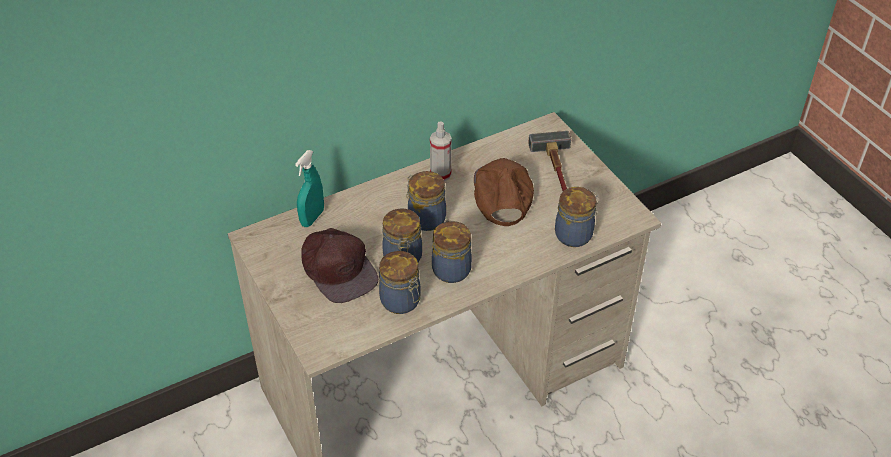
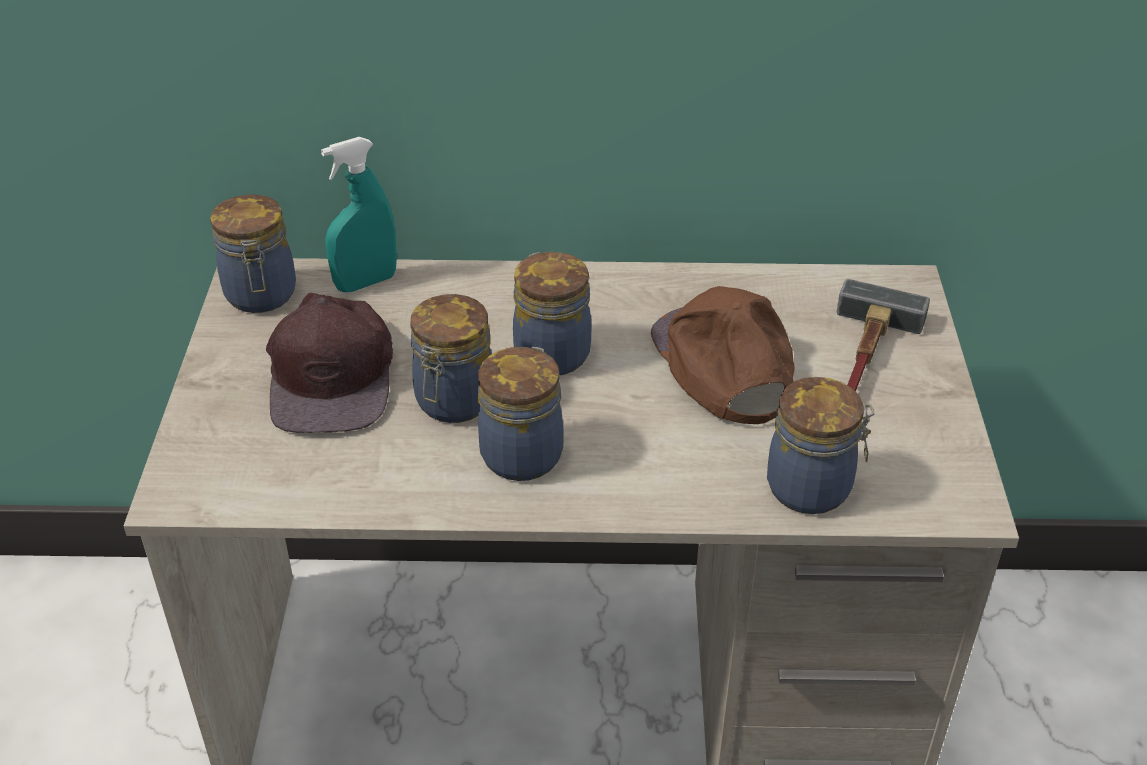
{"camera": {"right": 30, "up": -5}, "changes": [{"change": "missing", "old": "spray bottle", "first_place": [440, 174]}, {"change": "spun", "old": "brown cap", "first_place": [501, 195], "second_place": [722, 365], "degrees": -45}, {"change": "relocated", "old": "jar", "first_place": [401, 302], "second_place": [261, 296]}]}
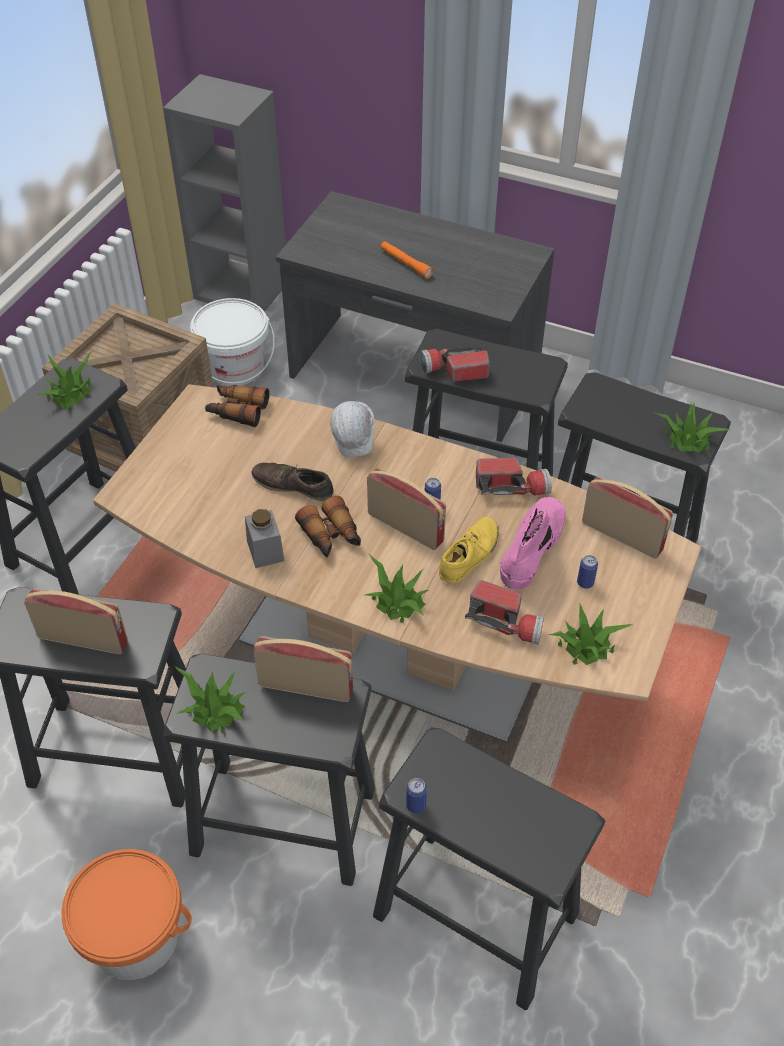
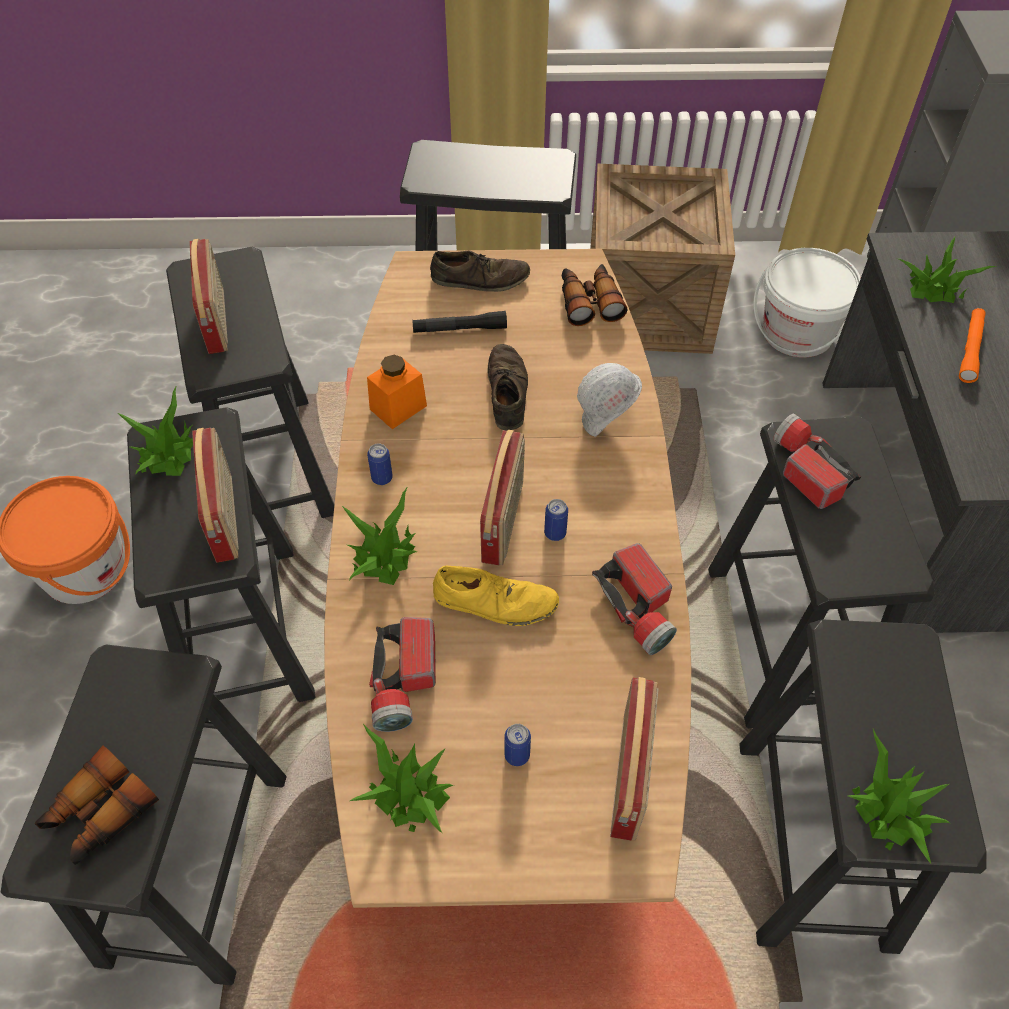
{"camera": {"right": 65, "up": 5}, "changes": [{"change": "relocated", "old": "potted plant", "first_place": [70, 392], "second_place": [935, 287]}, {"change": "relocated", "old": "binoculars", "first_place": [331, 536], "second_place": [99, 814]}, {"change": "missing", "old": "pink boot", "first_place": [533, 546]}, {"change": "colour", "old": "grey jar", "new": "orange jar", "first_place": [265, 550], "second_place": [398, 407]}, {"change": "relocated", "old": "can", "first_place": [416, 805], "second_place": [382, 478]}, {"change": "appeared", "new": "brown shoe", "second_place": [480, 279]}, {"change": "appeared", "new": "black flashlight", "second_place": [459, 329]}]}
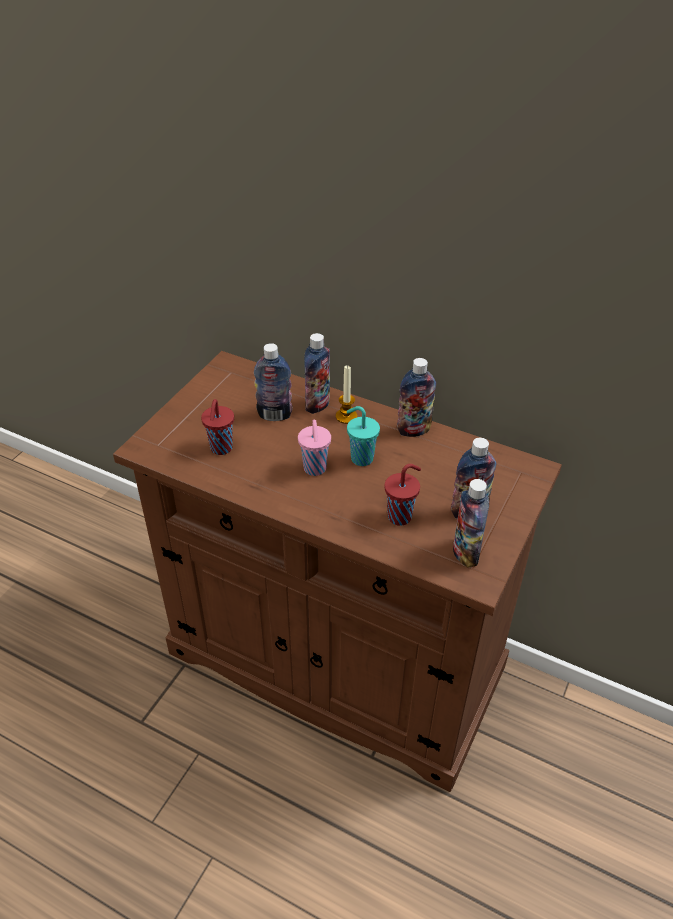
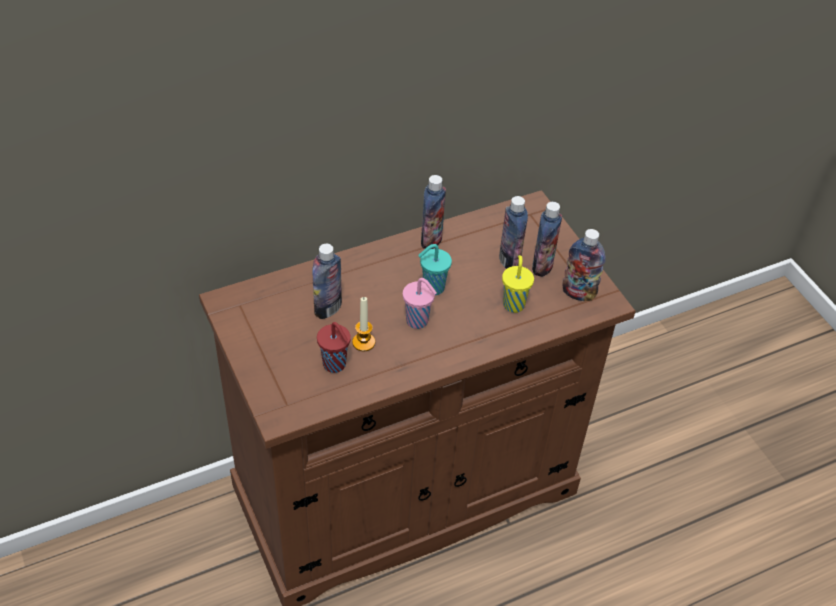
{"camera": {"right": -55, "up": 5}, "changes": [{"change": "relocated", "old": "bottle", "first_place": [317, 404], "second_place": [509, 260]}, {"change": "relocated", "old": "candle", "first_place": [346, 416], "second_place": [363, 342]}, {"change": "colour", "old": "red cup", "new": "yellow cup", "first_place": [401, 516], "second_place": [513, 304]}]}
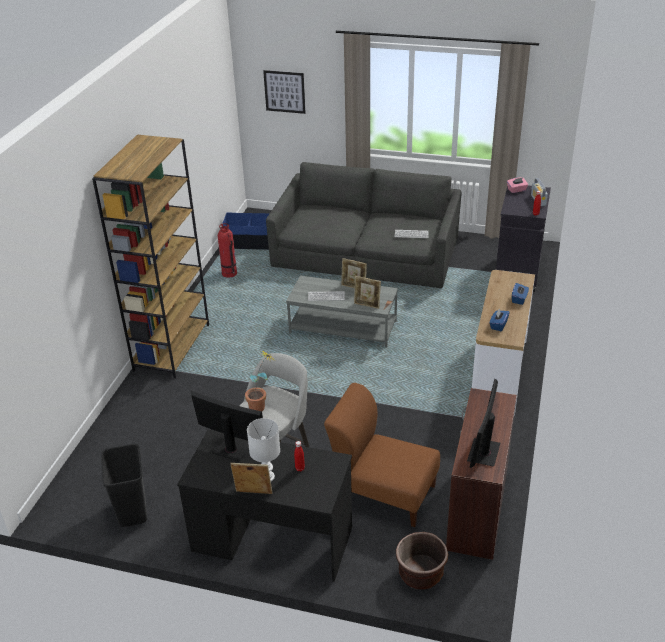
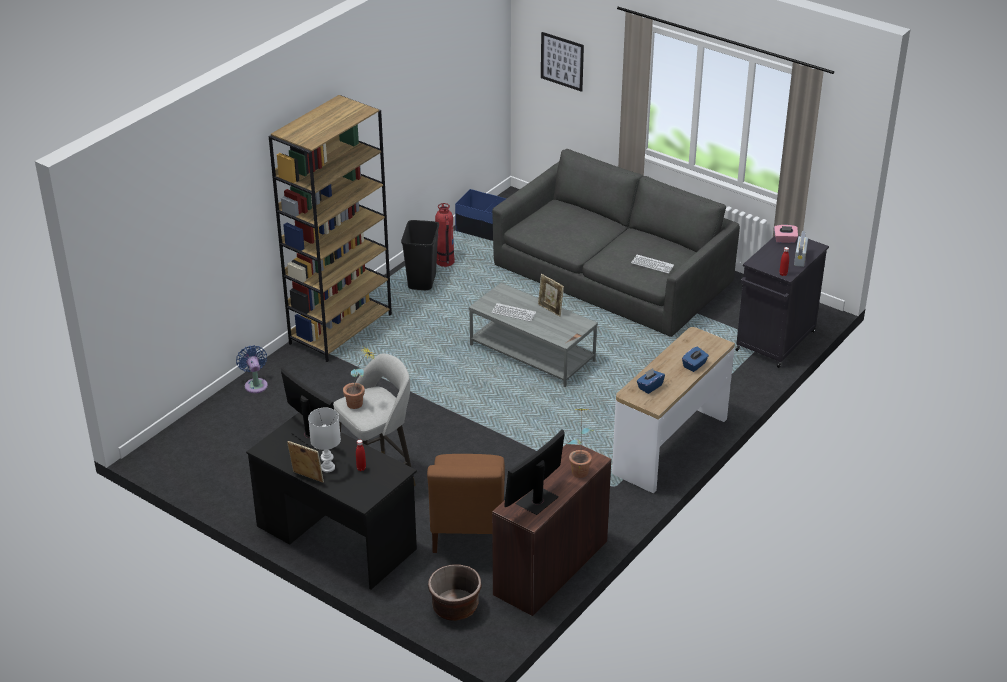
{"camera": {"right": 20, "up": 0}, "changes": [{"change": "missing", "old": "picture frame", "first_place": [367, 305]}, {"change": "spun", "old": "brown chair", "first_place": [383, 492], "second_place": [467, 527], "degrees": -135}, {"change": "relocated", "old": "black trash can", "first_place": [132, 511], "second_place": [421, 281]}, {"change": "appeared", "new": "blue fan", "second_place": [255, 384]}, {"change": "appeared", "new": "potted plant", "second_place": [580, 468]}]}
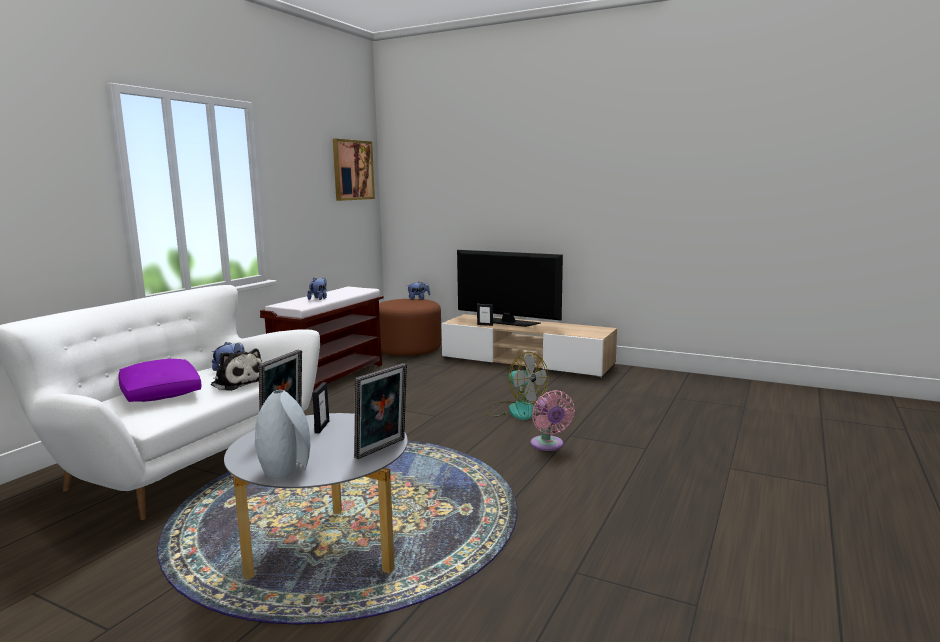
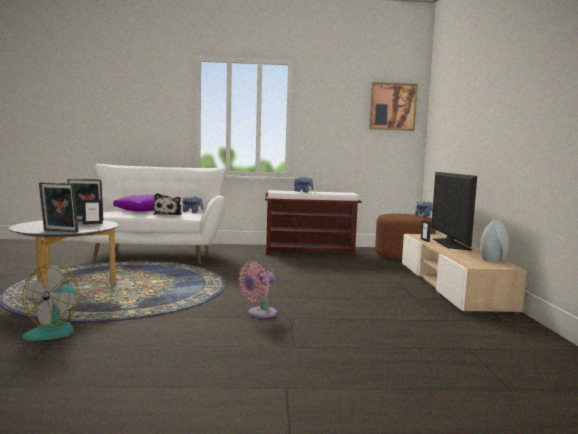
{"camera": {"right": 60, "up": -5}, "changes": [{"change": "relocated", "old": "fan", "first_place": [515, 410], "second_place": [58, 330]}, {"change": "relocated", "old": "grey vase", "first_place": [286, 470], "second_place": [493, 260]}]}
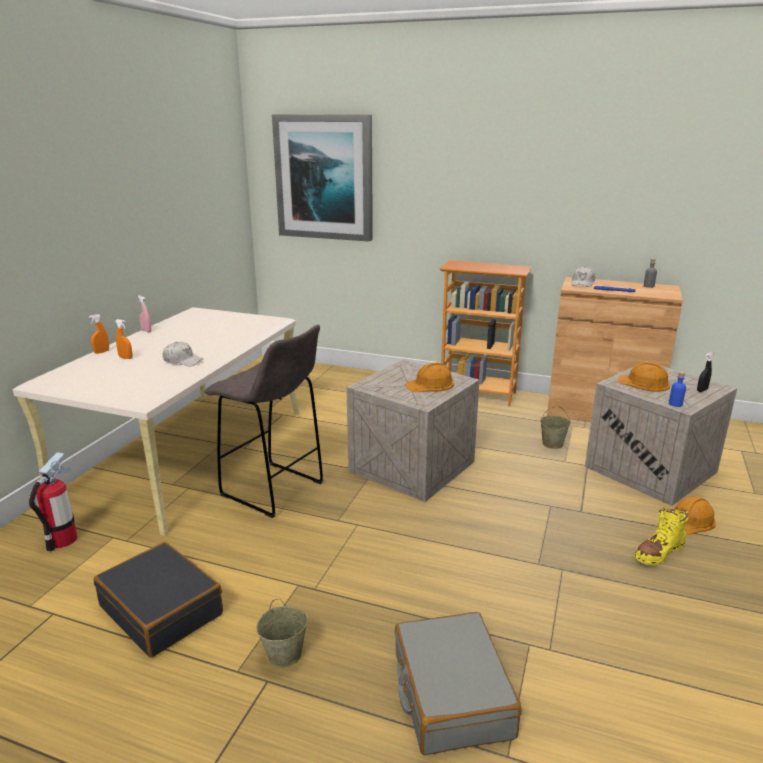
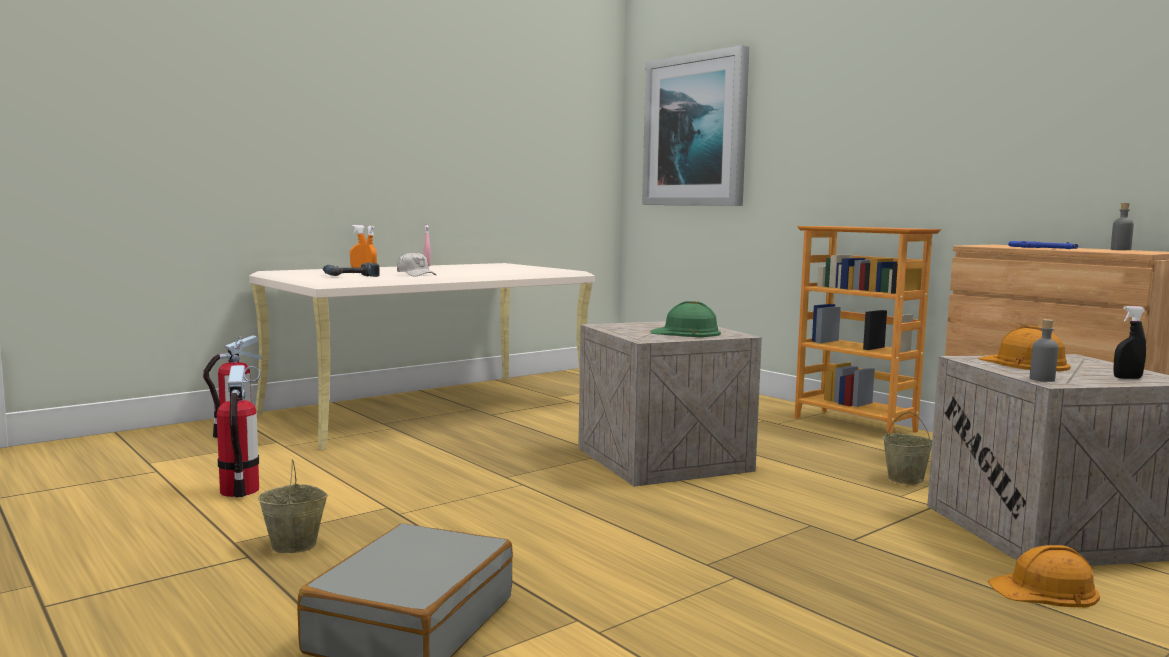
{"camera": {"right": 30, "up": -15}, "changes": [{"change": "missing", "old": "white cap", "first_place": [582, 283]}, {"change": "missing", "old": "grey stool", "first_place": [274, 490]}, {"change": "colour", "old": "orange hard hat", "new": "green hard hat", "first_place": [430, 384], "second_place": [686, 333]}, {"change": "colour", "old": "blue bottle", "new": "grey bottle", "first_place": [675, 404], "second_place": [1042, 379]}, {"change": "missing", "old": "yellow boot", "first_place": [658, 552]}, {"change": "exchanged", "old": "black suitcase", "new": "fire extinguisher", "first_place": [162, 610], "second_place": [240, 490]}, {"change": "appeared", "new": "power drill", "second_place": [350, 276]}]}
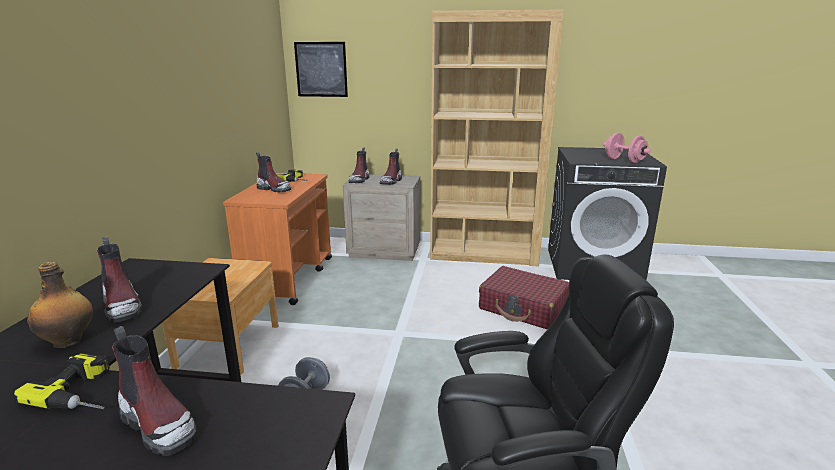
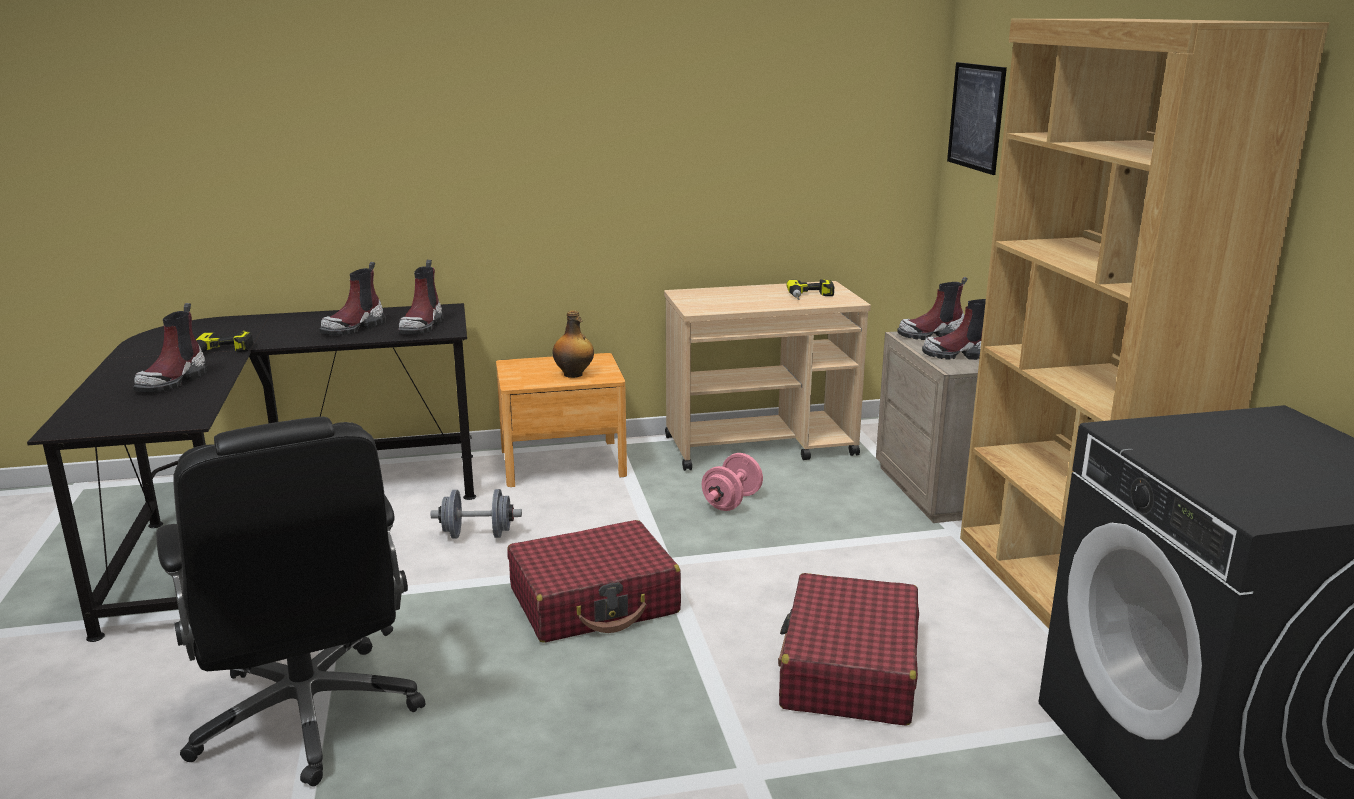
{"camera": {"right": 70, "up": 0}, "changes": [{"change": "relocated", "old": "pink dumbbell", "first_place": [624, 160], "second_place": [732, 501]}, {"change": "relocated", "old": "boot", "first_place": [274, 189], "second_place": [422, 326]}, {"change": "colour", "old": "orange cart", "new": "beige cart", "first_place": [289, 277], "second_place": [761, 446]}, {"change": "relocated", "old": "bottle", "first_place": [69, 341], "second_place": [574, 374]}, {"change": "appeared", "new": "red suitcase", "second_place": [594, 601]}]}
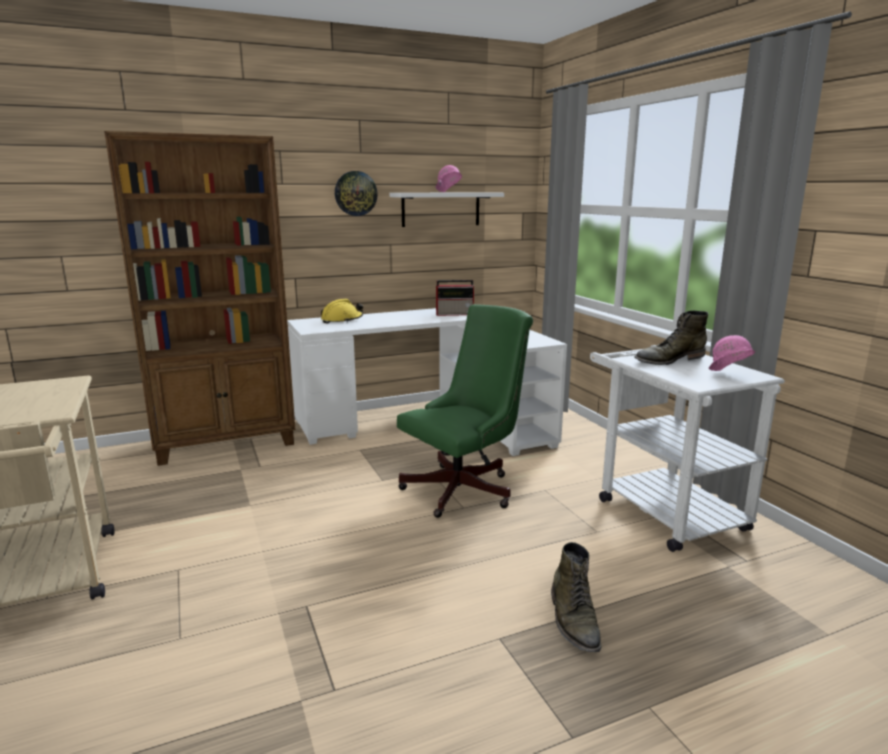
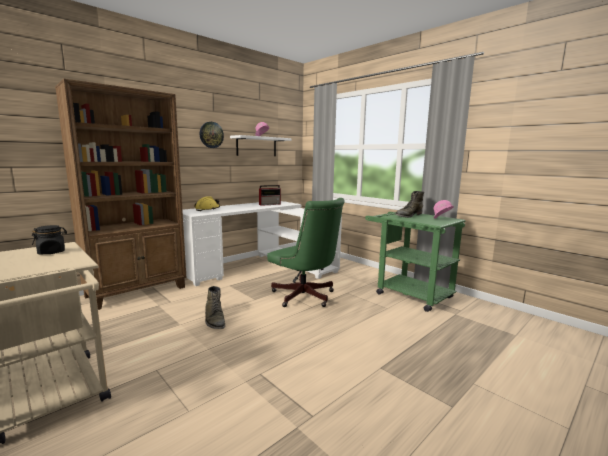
{"camera": {"right": -20, "up": -5}, "changes": [{"change": "spun", "old": "green office chair", "first_place": [465, 489], "second_place": [305, 297], "degrees": 105}, {"change": "colour", "old": "white cart", "new": "green cart", "first_place": [662, 509], "second_place": [408, 293]}, {"change": "relocated", "old": "green boot", "first_place": [574, 620], "second_place": [214, 320]}, {"change": "appeared", "new": "black jar", "second_place": [52, 252]}]}
